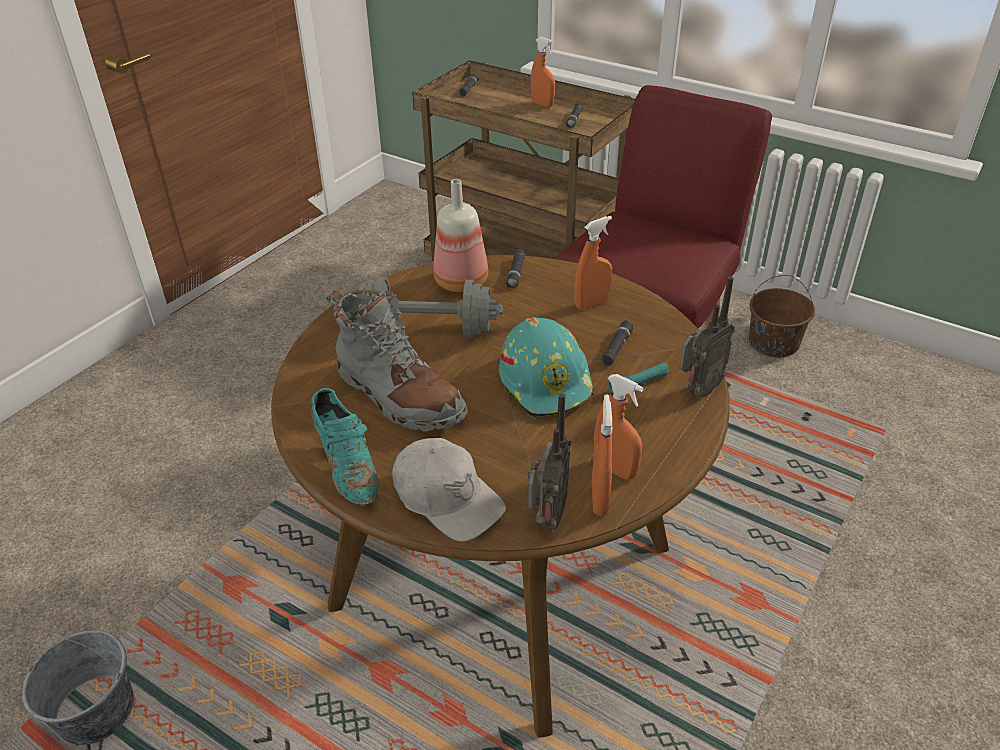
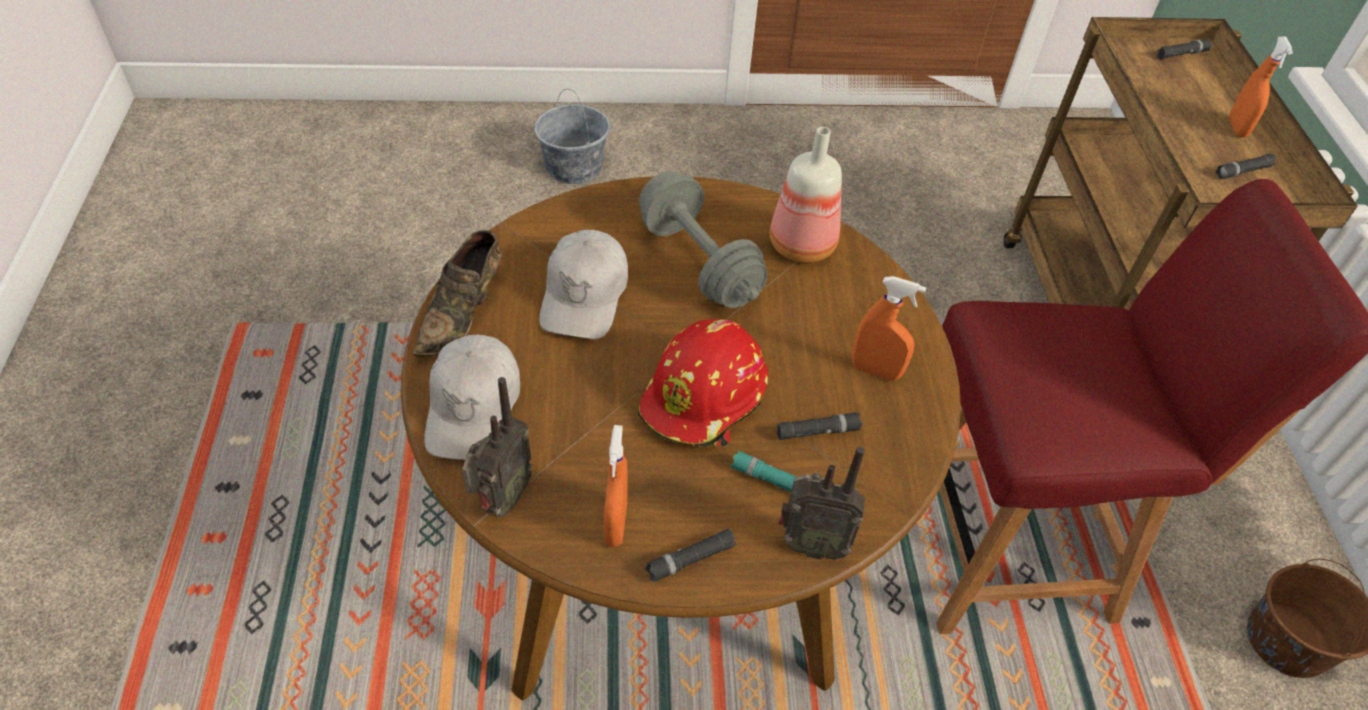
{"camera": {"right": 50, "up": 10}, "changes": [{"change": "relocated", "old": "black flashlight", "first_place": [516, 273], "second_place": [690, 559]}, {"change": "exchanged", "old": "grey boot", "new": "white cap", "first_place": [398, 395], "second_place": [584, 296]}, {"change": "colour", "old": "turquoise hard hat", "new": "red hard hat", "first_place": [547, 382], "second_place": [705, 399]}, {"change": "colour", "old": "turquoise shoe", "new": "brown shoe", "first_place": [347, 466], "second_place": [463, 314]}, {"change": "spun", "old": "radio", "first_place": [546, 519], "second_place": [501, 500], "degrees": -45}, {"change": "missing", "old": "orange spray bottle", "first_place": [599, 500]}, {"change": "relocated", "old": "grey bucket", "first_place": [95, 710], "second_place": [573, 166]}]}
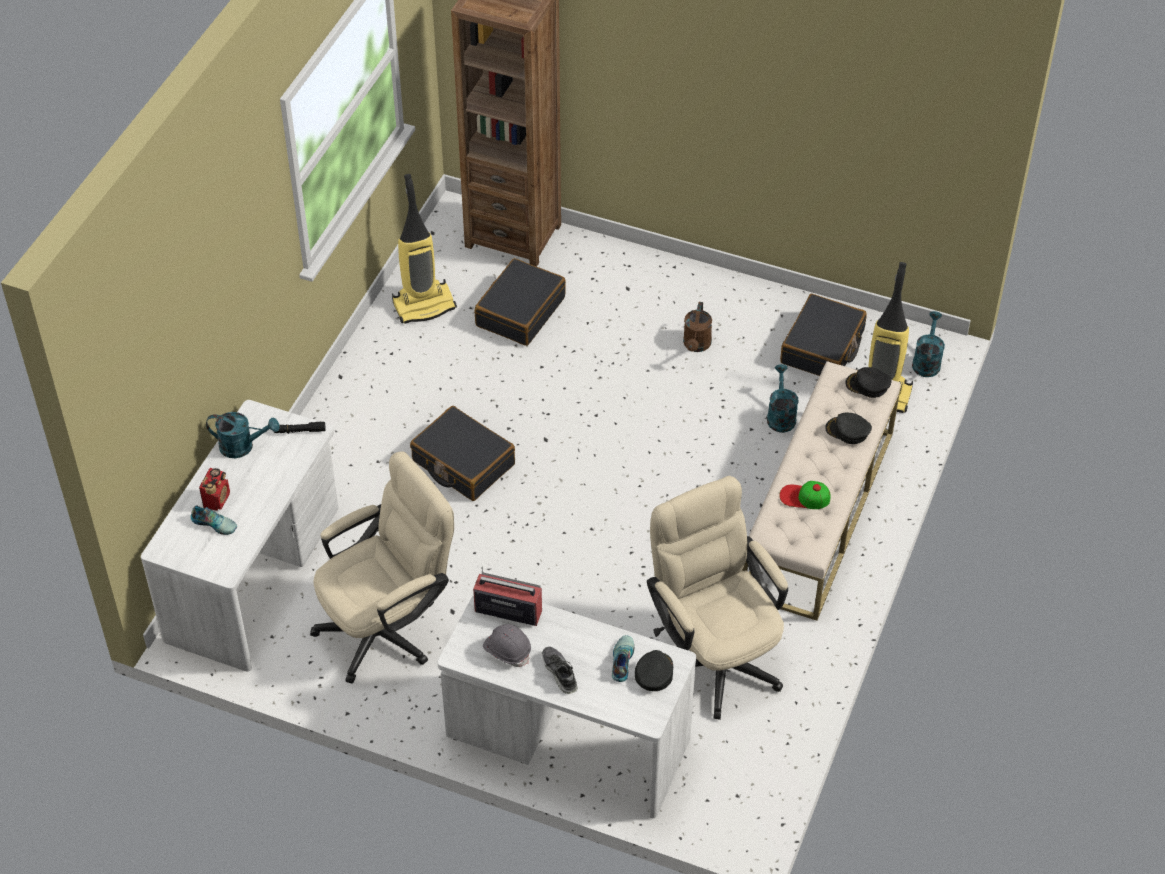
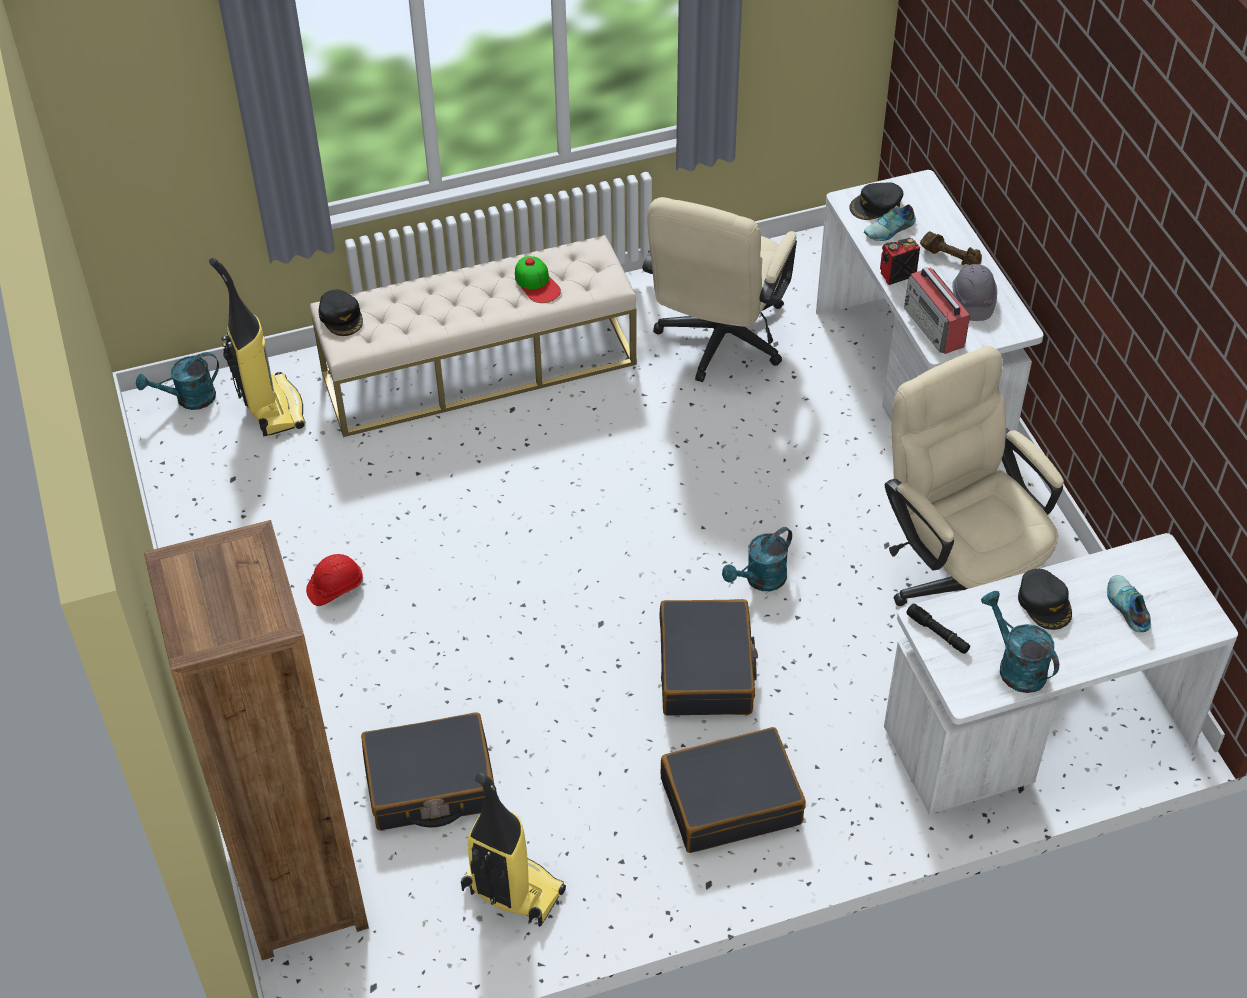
{"camera": {"right": -130, "up": 0}, "changes": [{"change": "relocated", "old": "black suitcase", "first_place": [822, 347], "second_place": [730, 800]}, {"change": "exchanged", "old": "brown watering can", "new": "red hard hat", "first_place": [696, 346], "second_place": [335, 587]}, {"change": "relocated", "old": "turquoise watering can", "first_place": [780, 415], "second_place": [760, 580]}, {"change": "relocated", "old": "black cap", "first_place": [847, 431], "second_place": [1045, 603]}, {"change": "spun", "old": "beige office chair", "first_place": [388, 627], "second_place": [959, 578], "degrees": 45}, {"change": "relocated", "old": "radio", "first_place": [217, 500], "second_place": [896, 274]}, {"change": "exchanged", "old": "shoe", "new": "brown dumbbell", "first_place": [559, 673], "second_place": [950, 257]}]}
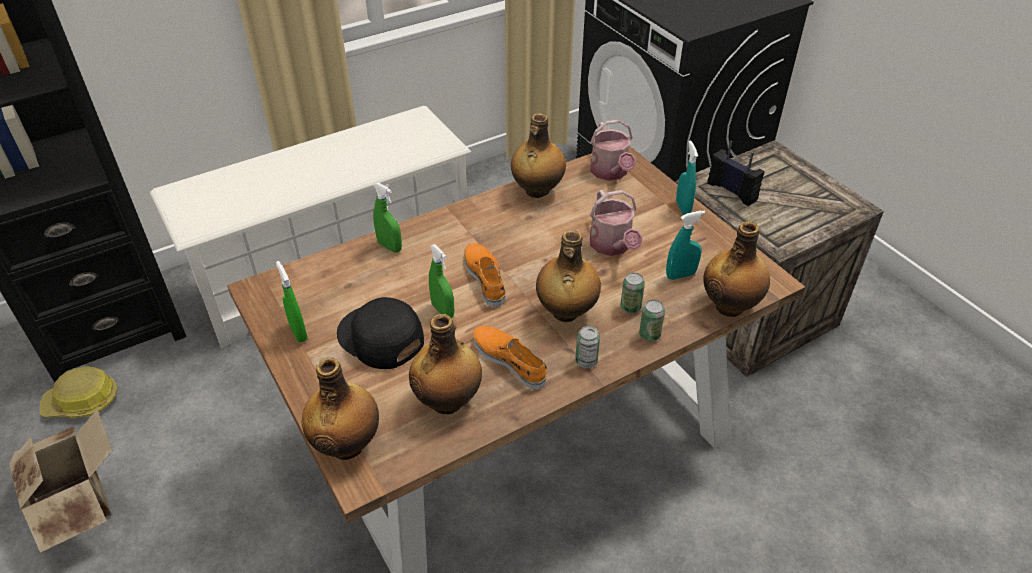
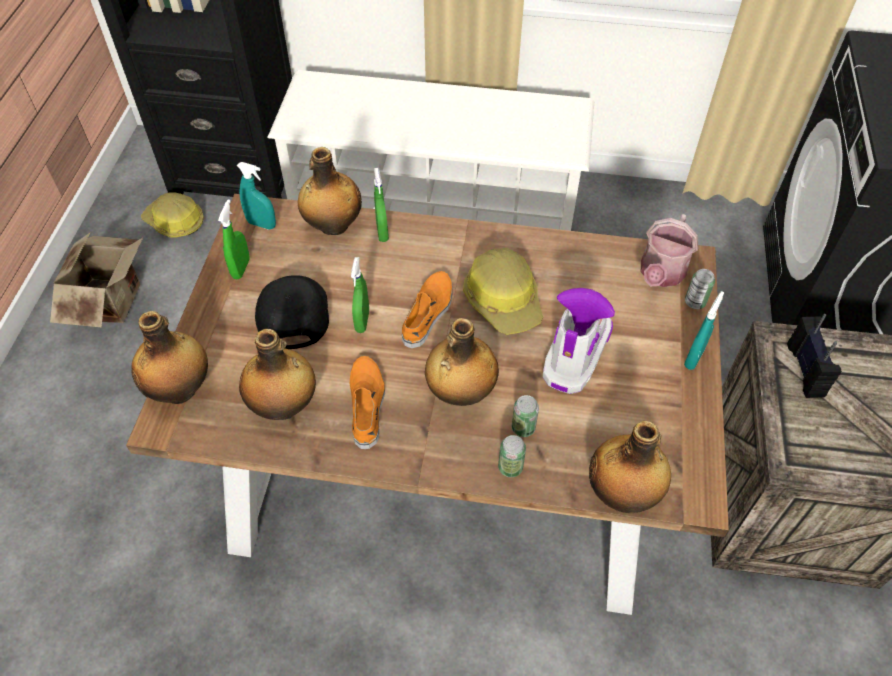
{"camera": {"right": 40, "up": 10}, "changes": [{"change": "relocated", "old": "bottle", "first_place": [537, 191], "second_place": [333, 226]}, {"change": "exchanged", "old": "watering can", "new": "boot", "first_place": [612, 246], "second_place": [575, 354]}, {"change": "relocated", "old": "turquoise spray bottle", "first_place": [680, 275], "second_place": [262, 224]}, {"change": "relocated", "old": "can", "first_place": [586, 361], "second_place": [695, 302]}, {"change": "appeared", "new": "hard hat", "second_place": [504, 300]}]}
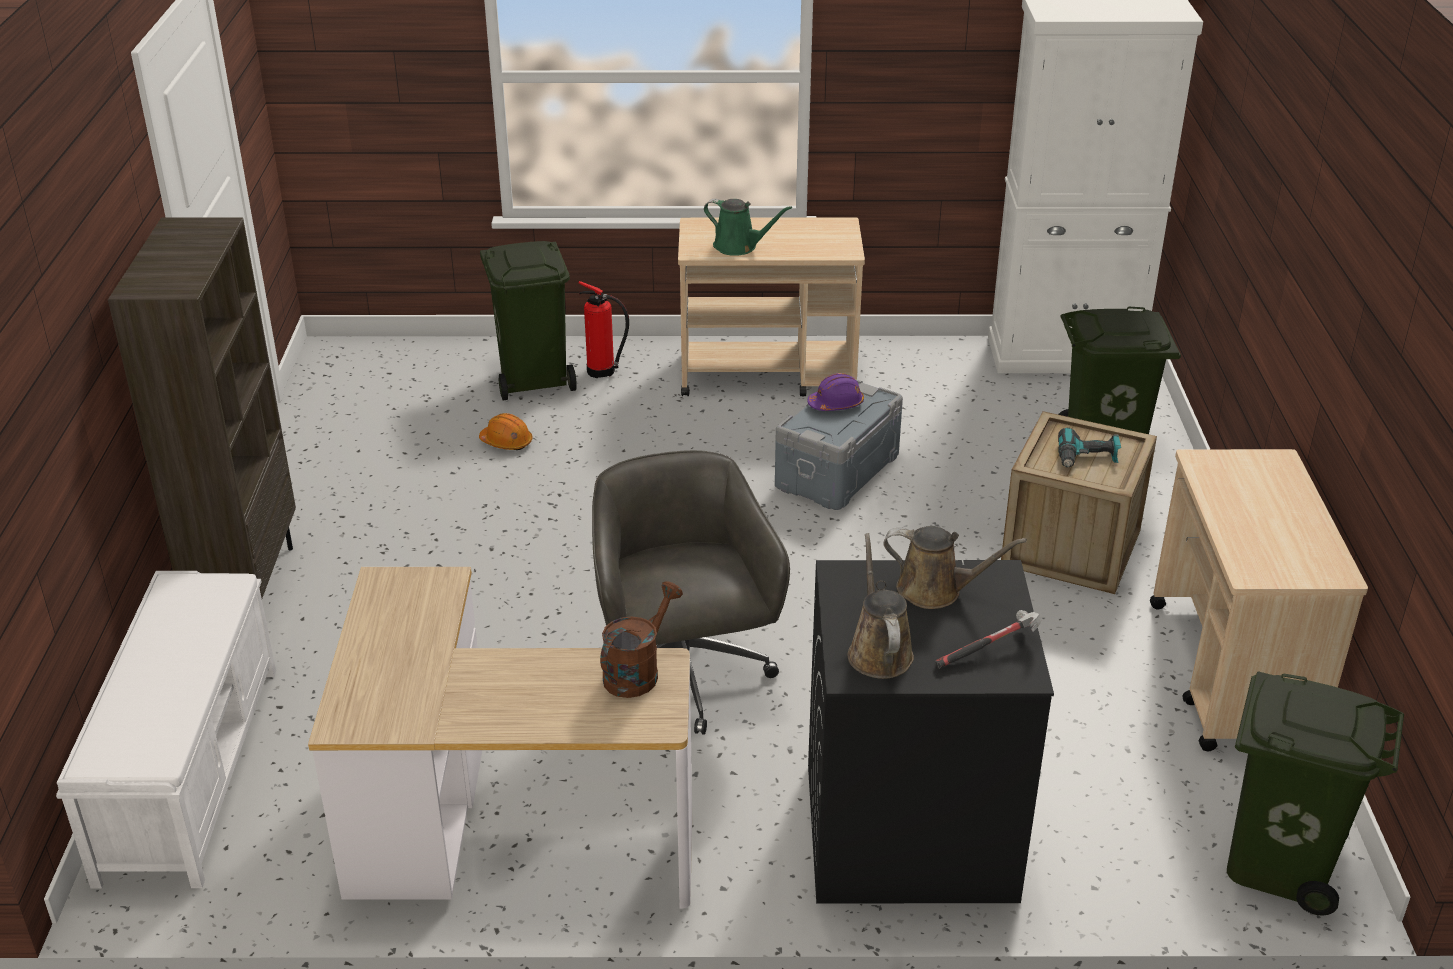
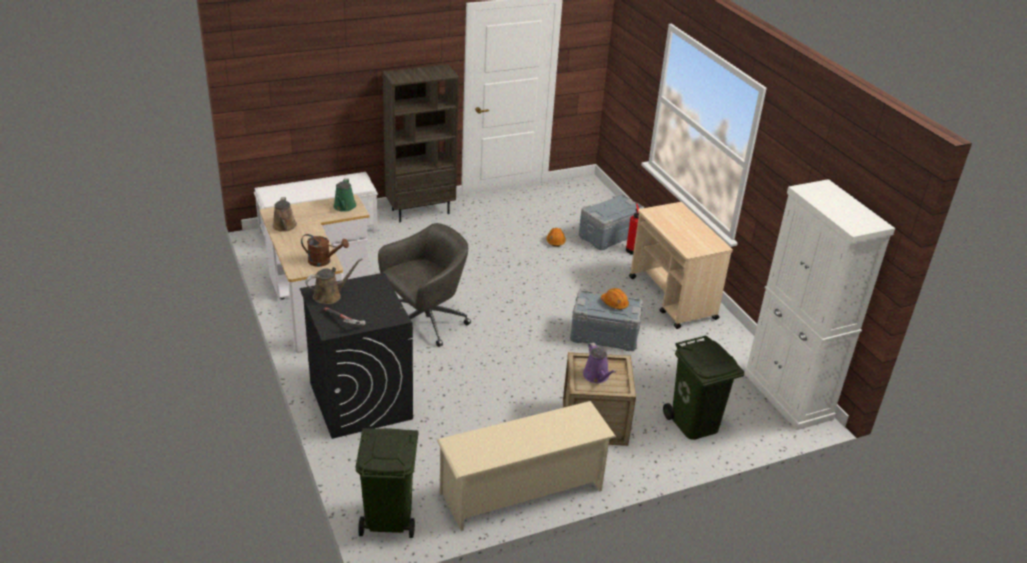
{"camera": {"right": 65, "up": 0}, "changes": [{"change": "relocated", "old": "green watering can", "first_place": [739, 247], "second_place": [344, 207]}, {"change": "exchanged", "old": "green trash can", "new": "grey storage box", "first_place": [535, 380], "second_place": [610, 236]}, {"change": "colour", "old": "purple hard hat", "new": "orange hard hat", "first_place": [836, 404], "second_place": [614, 303]}, {"change": "exchanged", "old": "power drill", "new": "purple watering can", "first_place": [1087, 459], "second_place": [597, 376]}, {"change": "exchanged", "old": "beige cart", "new": "beige shoe rack", "first_place": [1232, 675], "second_place": [522, 491]}, {"change": "relocated", "old": "brown watering can", "first_place": [936, 590], "second_place": [284, 227]}]}
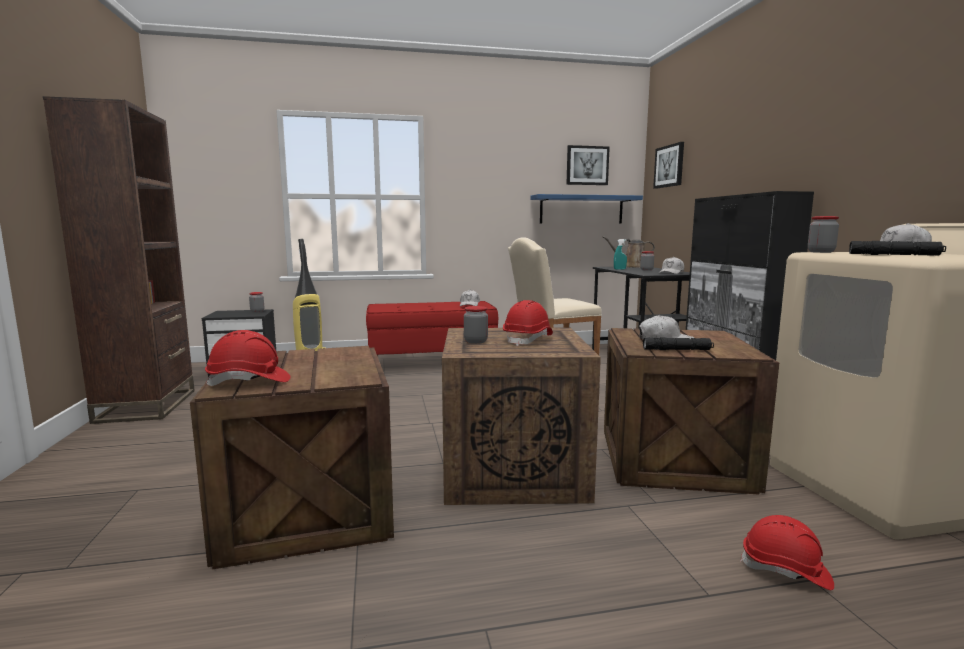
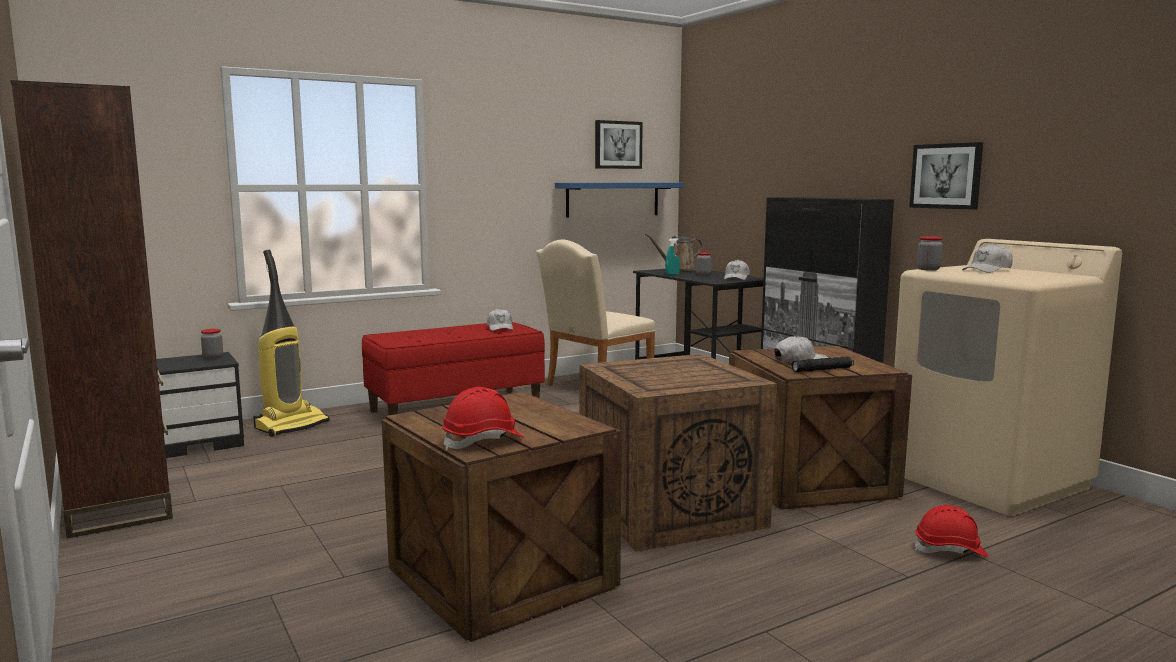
{"camera": {"right": -20, "up": 0}, "changes": [{"change": "relocated", "old": "picture", "first_place": [669, 166], "second_place": [946, 176]}, {"change": "missing", "old": "black flashlight", "first_place": [894, 255]}, {"change": "missing", "old": "red hard hat", "first_place": [528, 340]}, {"change": "missing", "old": "jar", "first_place": [475, 341]}]}
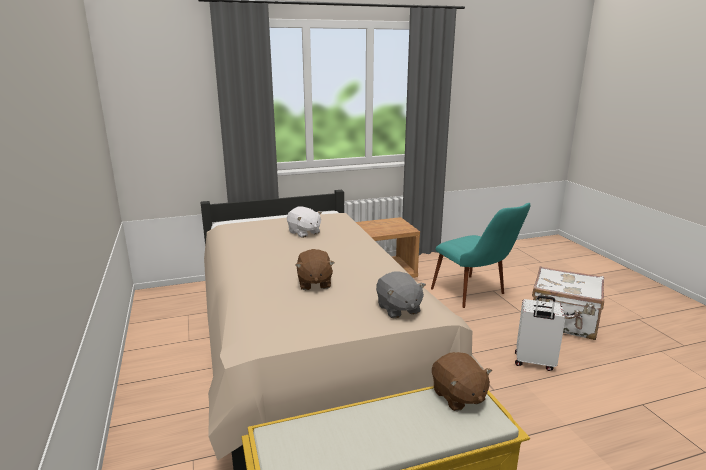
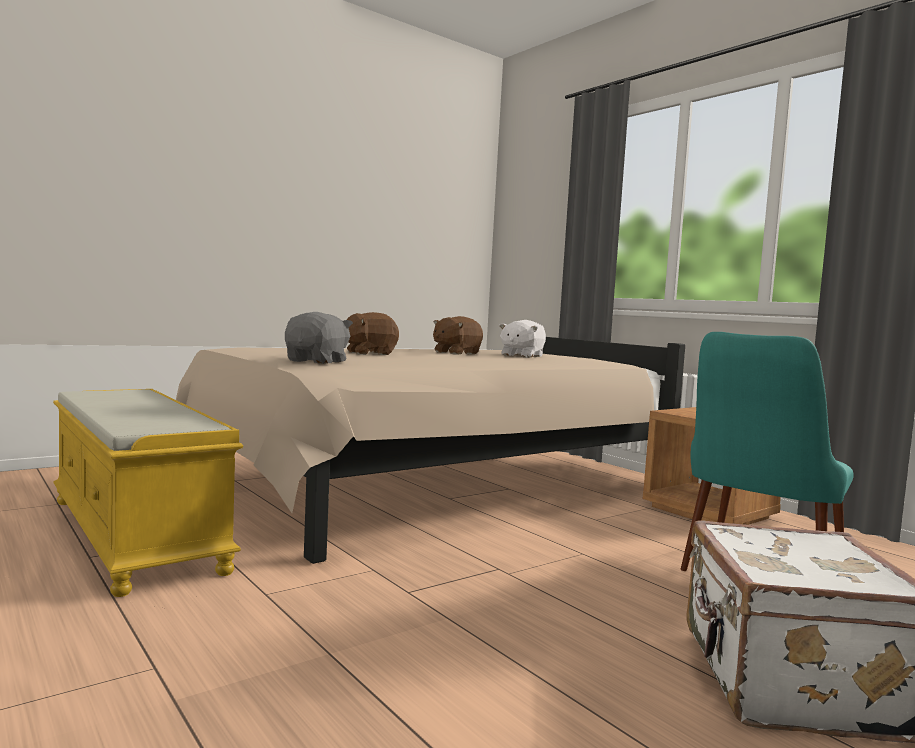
{"camera": {"right": 70, "up": -15}, "changes": [{"change": "spun", "old": "grey plush toy", "first_place": [398, 309], "second_place": [318, 361], "degrees": 150}, {"change": "missing", "old": "white suitcase", "first_place": [534, 362]}, {"change": "relocated", "old": "brown plush toy", "first_place": [458, 396], "second_place": [455, 353]}]}
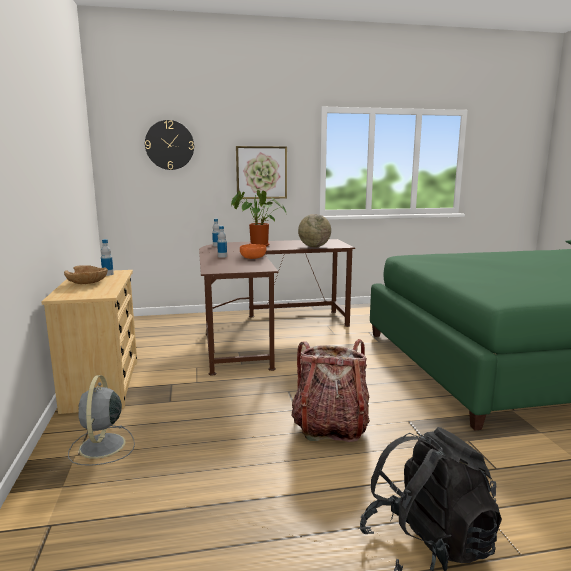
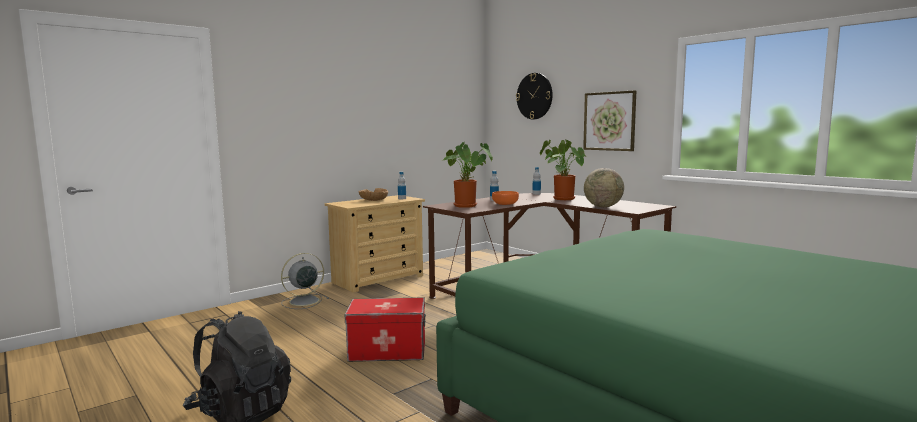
{"camera": {"right": 60, "up": -5}, "changes": [{"change": "exchanged", "old": "backpack", "new": "storage box", "first_place": [330, 426], "second_place": [388, 351]}, {"change": "appeared", "new": "potted plant", "second_place": [467, 206]}]}
